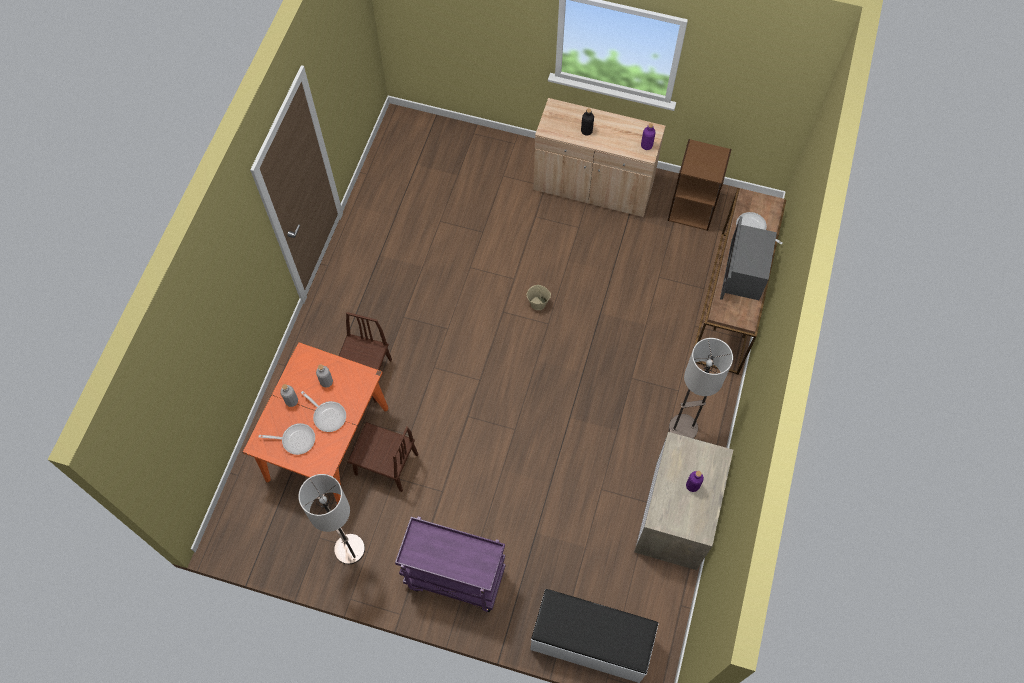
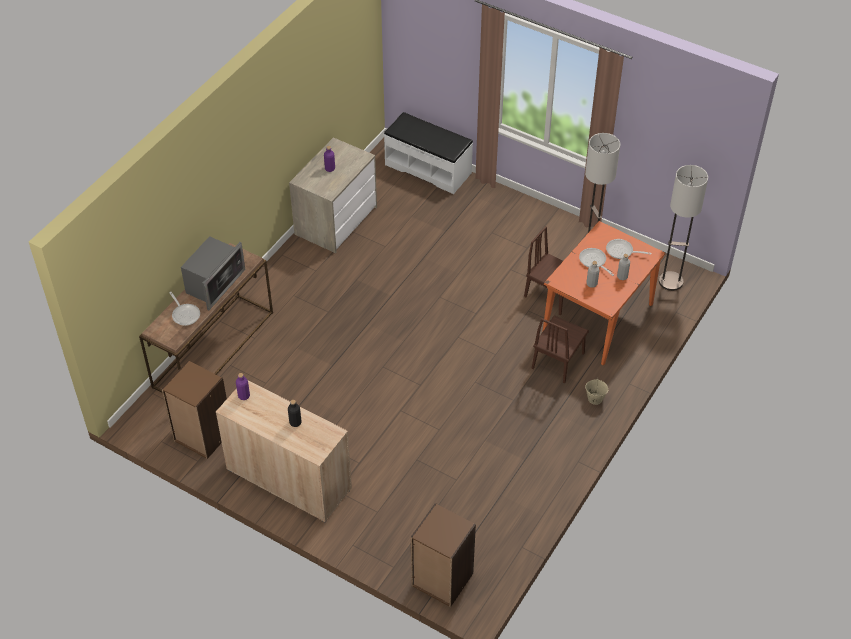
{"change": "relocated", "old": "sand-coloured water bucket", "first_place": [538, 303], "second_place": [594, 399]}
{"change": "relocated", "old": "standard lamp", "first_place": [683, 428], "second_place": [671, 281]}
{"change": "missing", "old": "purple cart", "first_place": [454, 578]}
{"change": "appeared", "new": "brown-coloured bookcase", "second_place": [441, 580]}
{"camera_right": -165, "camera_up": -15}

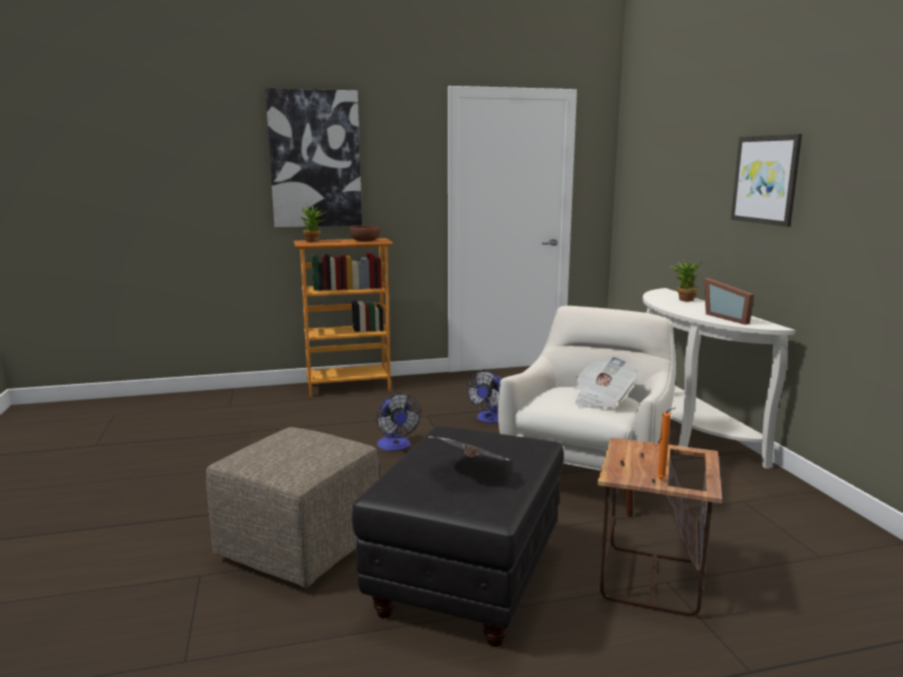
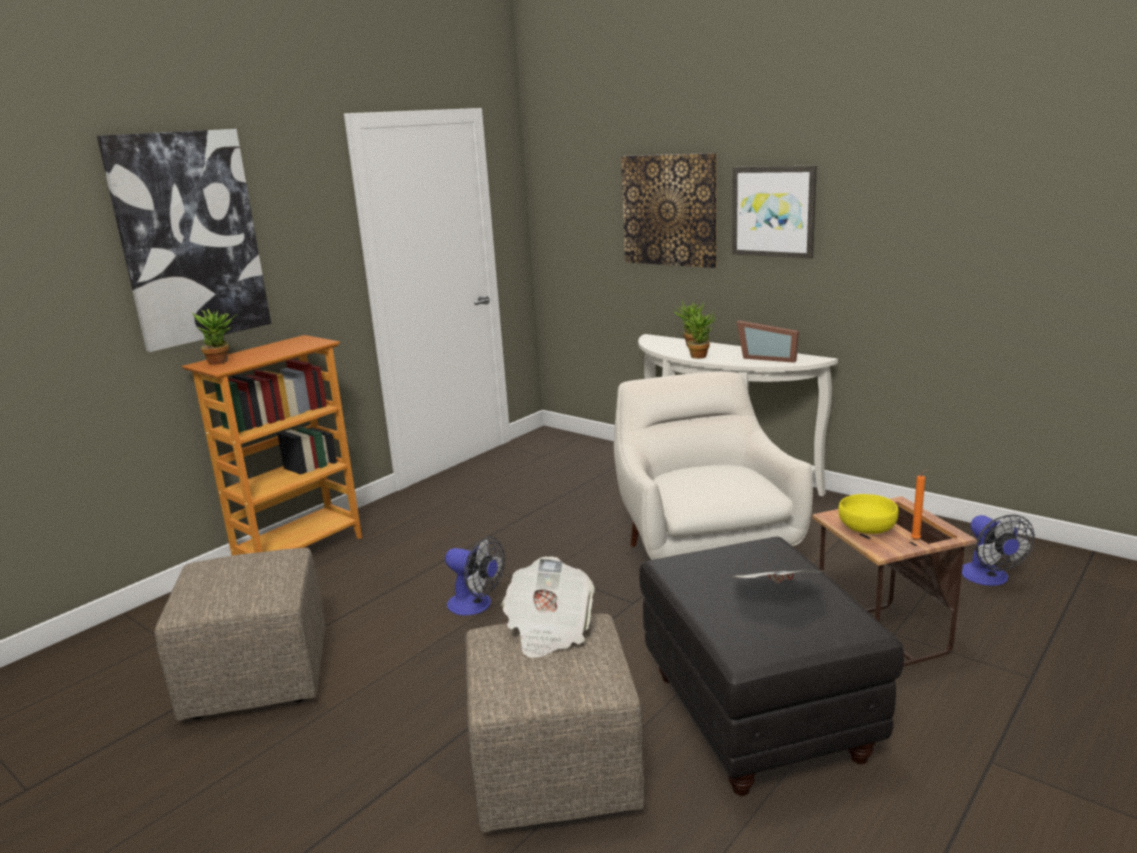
{"change": "missing", "old": "brown-coloured deep dish", "first_place": [364, 241]}
{"change": "relocated", "old": "printed paper", "first_place": [602, 400], "second_place": [549, 629]}
{"change": "relocated", "old": "electric fan", "first_place": [489, 419], "second_place": [989, 578]}
{"change": "appeared", "new": "picture", "second_place": [670, 210]}
{"change": "appeared", "new": "houseplant", "second_place": [700, 355]}
{"change": "appeared", "new": "yellow-coloured deep dish", "second_place": [867, 528]}
{"change": "appeared", "new": "sand-coloured footrest", "second_place": [257, 676]}
{"camera_right": -35, "camera_up": 5}

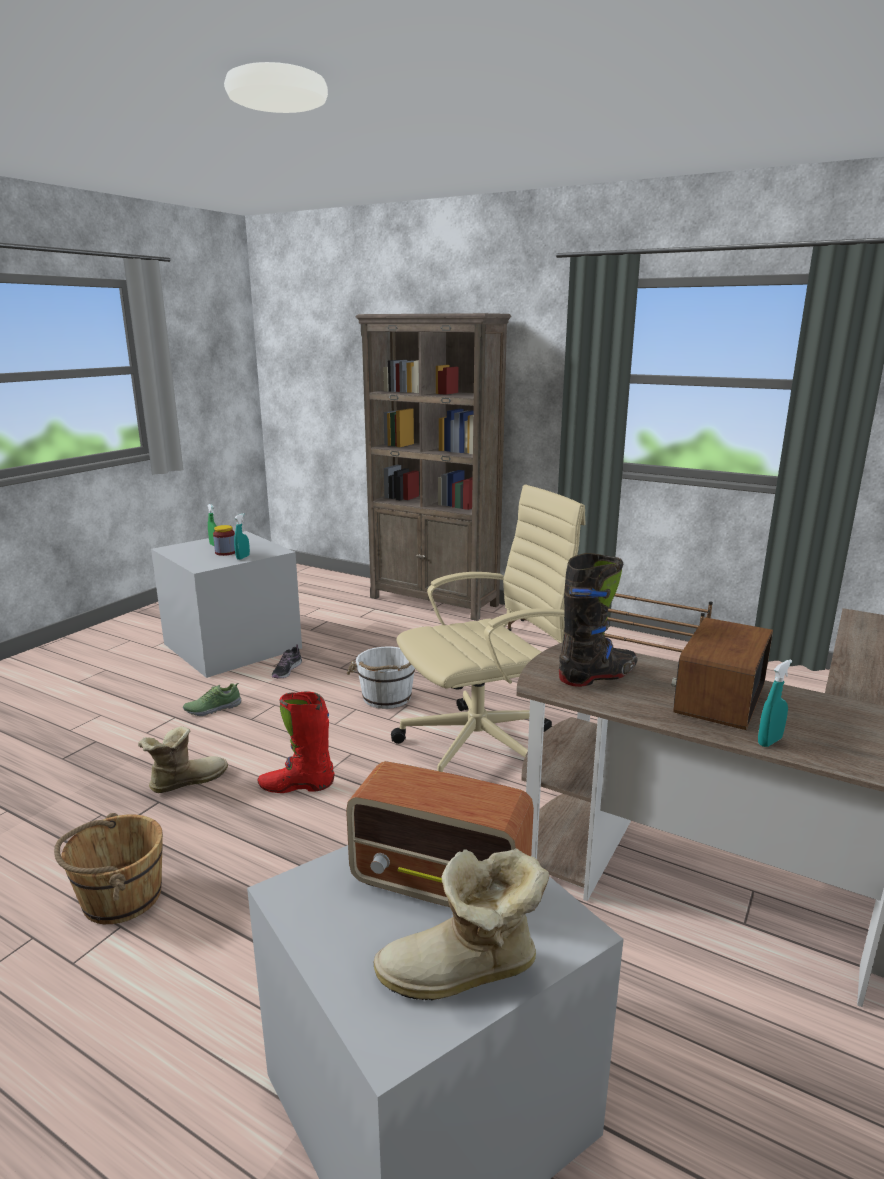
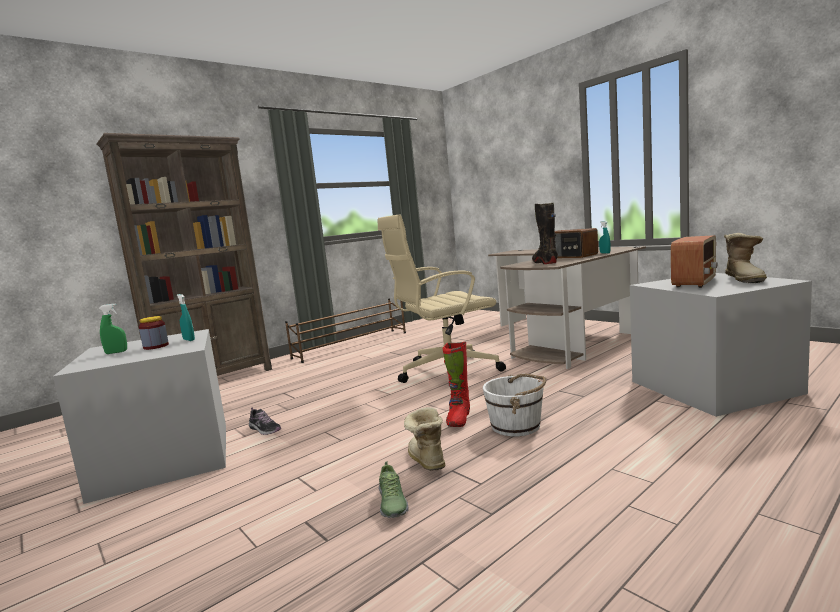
{"change": "spun", "old": "sand-coloured desk chair", "first_place": [483, 747], "second_place": [446, 372], "degrees": -105}
{"change": "relocated", "old": "white-coloured water bucket", "first_place": [387, 698], "second_place": [516, 426]}
{"change": "relocated", "old": "item of footwear", "first_place": [213, 708], "second_place": [392, 503]}
{"change": "missing", "old": "brown-coloured water bucket", "first_place": [120, 897]}
{"camera_right": -70, "camera_up": -10}

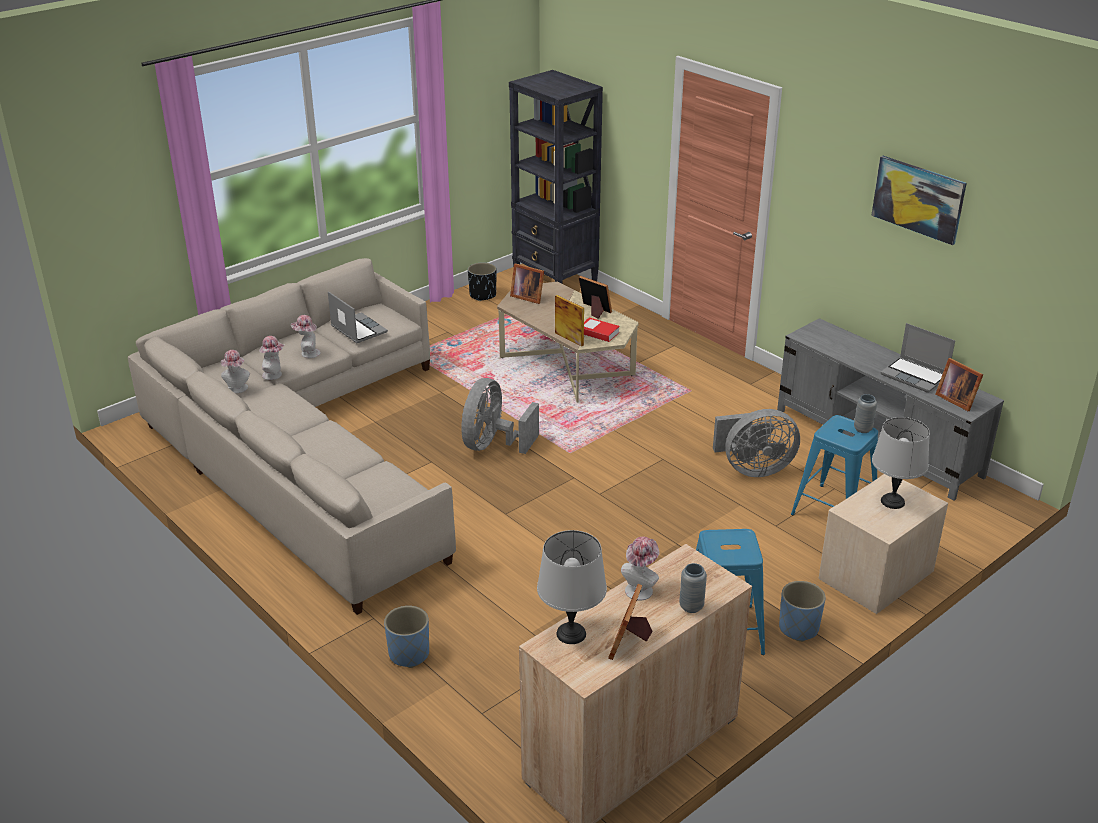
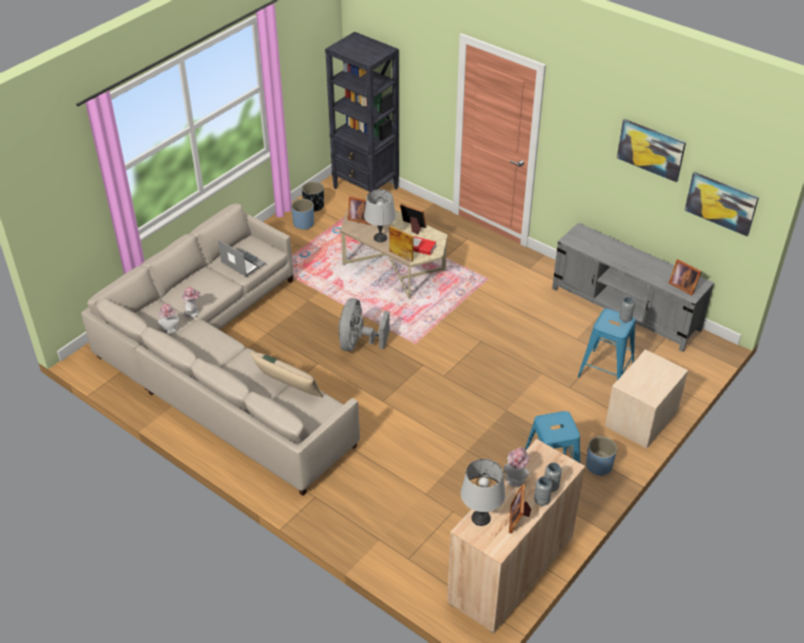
{"change": "missing", "old": "wearable hat", "first_place": [308, 353]}
{"change": "missing", "old": "laptop", "first_place": [915, 376]}
{"change": "missing", "old": "grey electric fan", "first_place": [753, 469]}
{"change": "relocated", "old": "grey lamp for a table", "first_place": [892, 502], "second_place": [380, 238]}
{"change": "relocated", "old": "bluish plant pot", "first_place": [409, 654], "second_place": [303, 224]}
{"change": "appeared", "new": "picture", "second_place": [721, 203]}
{"change": "appeared", "new": "sand-coloured pillow", "second_place": [288, 387]}
{"change": "appeared", "new": "grey decorative vase", "second_place": [541, 501]}
{"camera_right": -10, "camera_up": 10}

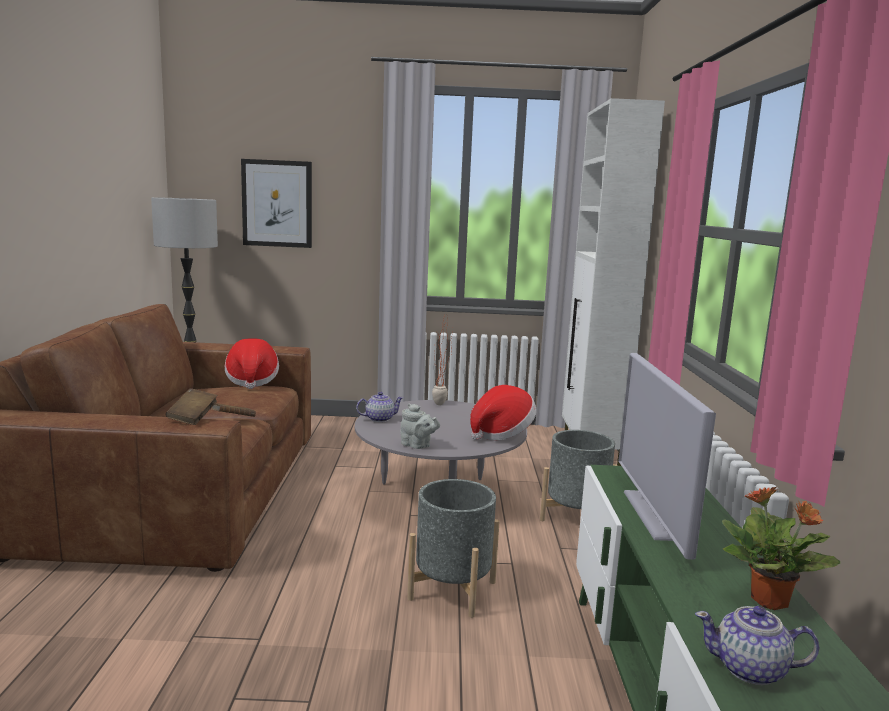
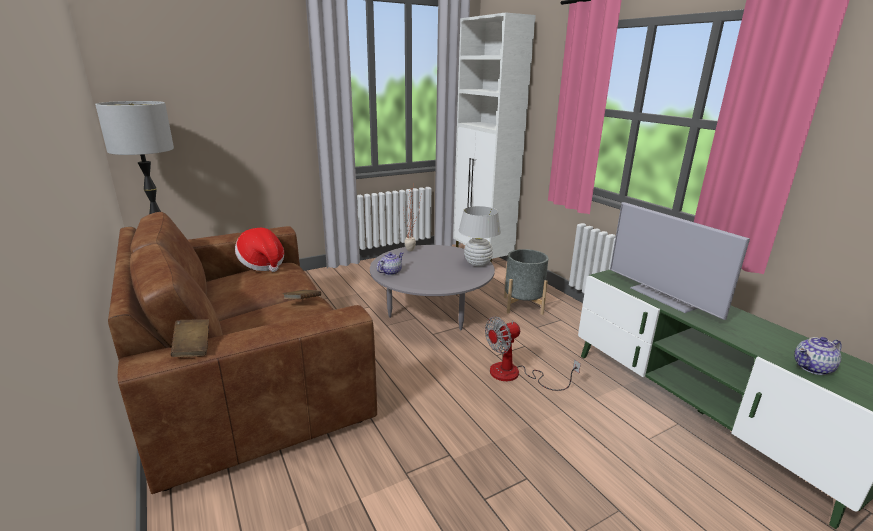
{"change": "missing", "old": "picture", "first_place": [277, 203]}
{"change": "exchanged", "old": "wearable hat", "new": "white-coloured lamp for a table", "first_place": [501, 433], "second_place": [477, 263]}
{"change": "relocated", "old": "brown-coloured book", "first_place": [193, 418], "second_place": [193, 348]}
{"change": "missing", "old": "grey pot for tea", "first_place": [417, 445]}
{"change": "exchanged", "old": "grey plant pot", "new": "electric fan", "first_place": [452, 590], "second_place": [515, 375]}
{"change": "missing", "old": "houseplant", "first_place": [770, 601]}
{"camera_right": -30, "camera_up": 10}

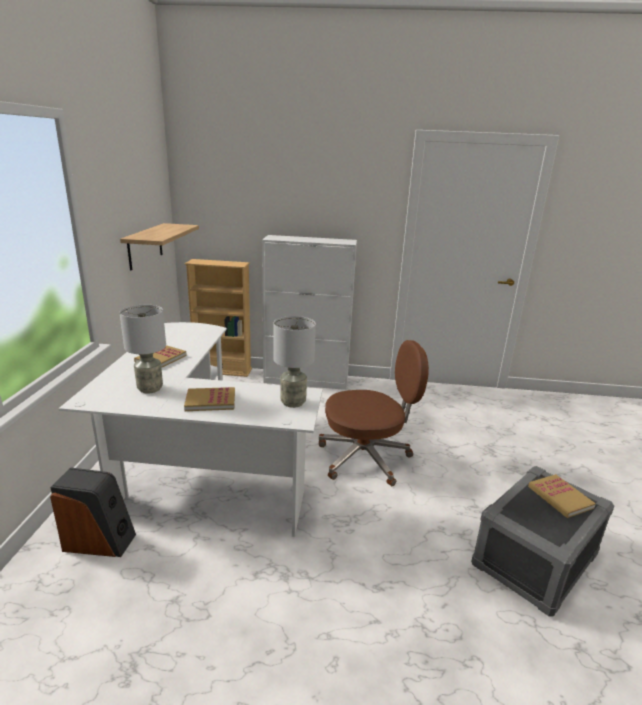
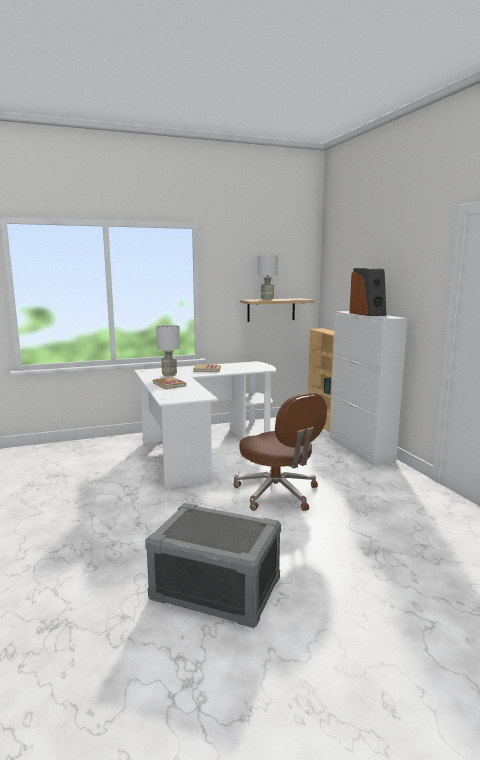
{"change": "relocated", "old": "grey lamp for a table", "first_place": [293, 402], "second_place": [267, 299]}
{"change": "relocated", "old": "audio speaker", "first_place": [100, 541], "second_place": [368, 314]}
{"change": "missing", "old": "book", "first_place": [560, 497]}
{"camera_right": 65, "camera_up": -10}

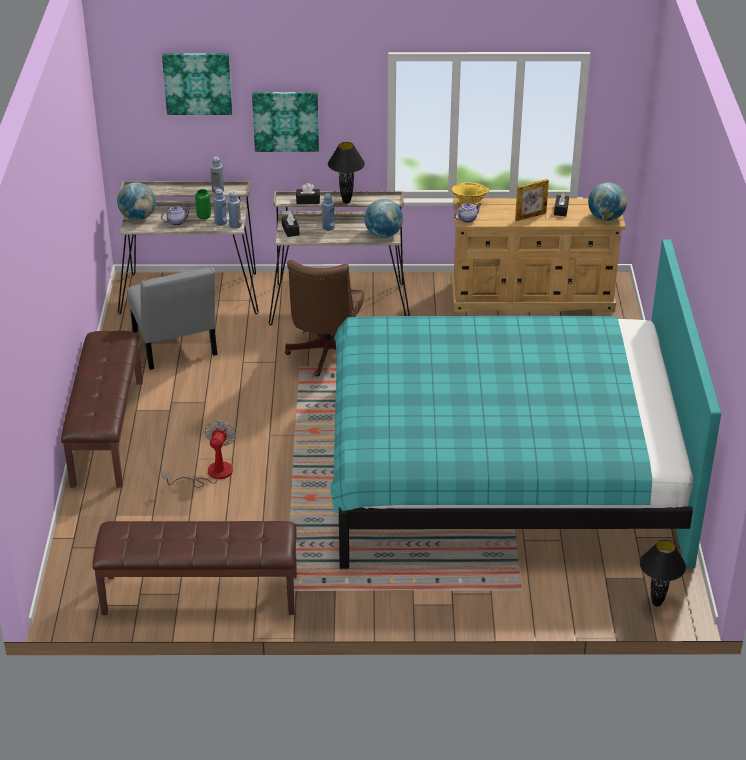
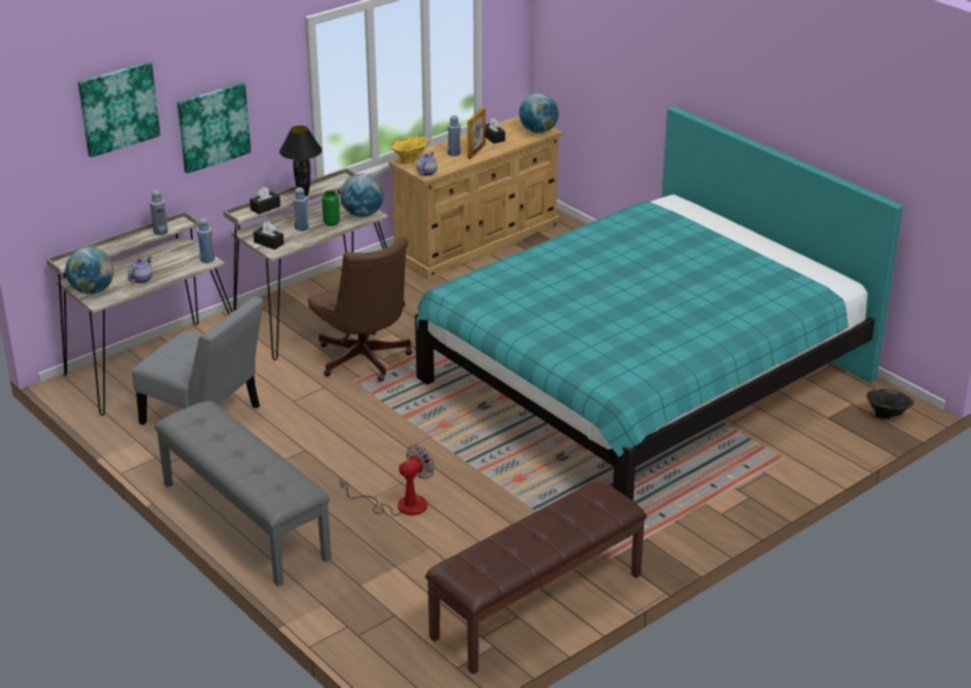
{"change": "relocated", "old": "green decorative vase", "first_place": [204, 216], "second_place": [331, 223]}
{"change": "relocated", "old": "bluish drink bottle", "first_place": [221, 222], "second_place": [454, 153]}
{"change": "colour", "old": "brown-coloured indoor bench", "new": "grey indoor bench", "first_place": [106, 432], "second_place": [243, 521]}
{"change": "spun", "old": "electric fan", "first_place": [211, 474], "second_place": [400, 505], "degrees": 75}
{"change": "exchanged", "old": "black lamp for a table", "new": "black decorative vase", "first_place": [656, 603], "second_place": [886, 417]}
{"camera_right": -40, "camera_up": -5}

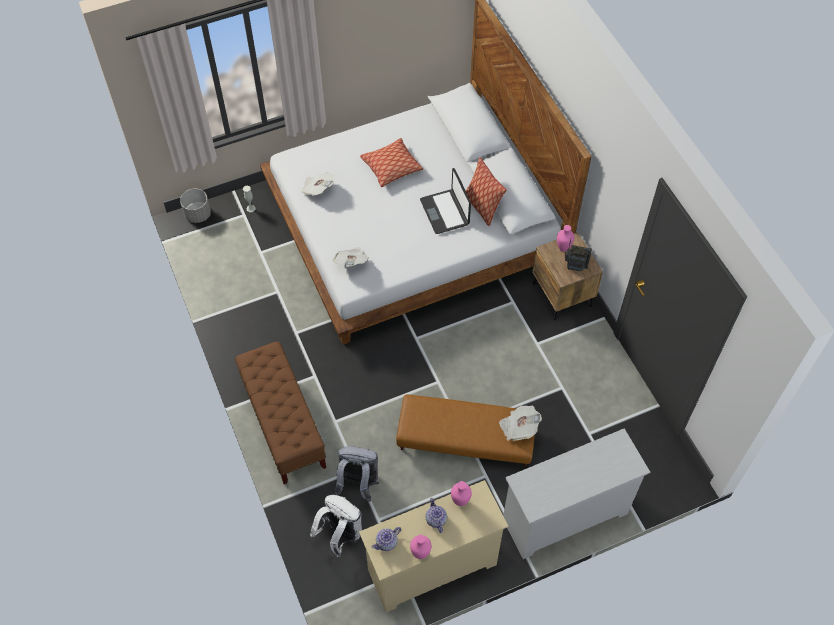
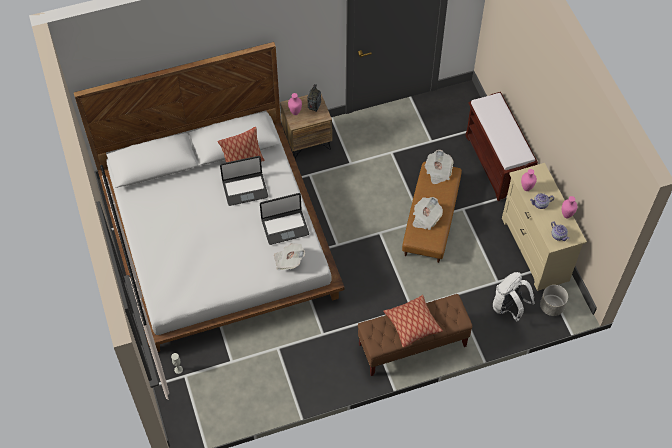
{"change": "relocated", "old": "pillow", "first_place": [391, 167], "second_place": [412, 324]}
{"change": "relocated", "old": "printed paper", "first_place": [318, 189], "second_place": [425, 218]}
{"change": "relocated", "old": "grey plant pot", "first_place": [198, 214], "second_place": [551, 306]}
{"change": "exchanged", "old": "white-coloured dresser", "new": "brown-coloured indoor bench", "first_place": [564, 516], "second_place": [496, 164]}
{"change": "missing", "old": "grey backpack", "first_place": [358, 483]}
{"change": "appeared", "new": "laptop", "second_place": [285, 227]}
{"camera_right": -85, "camera_up": 0}

